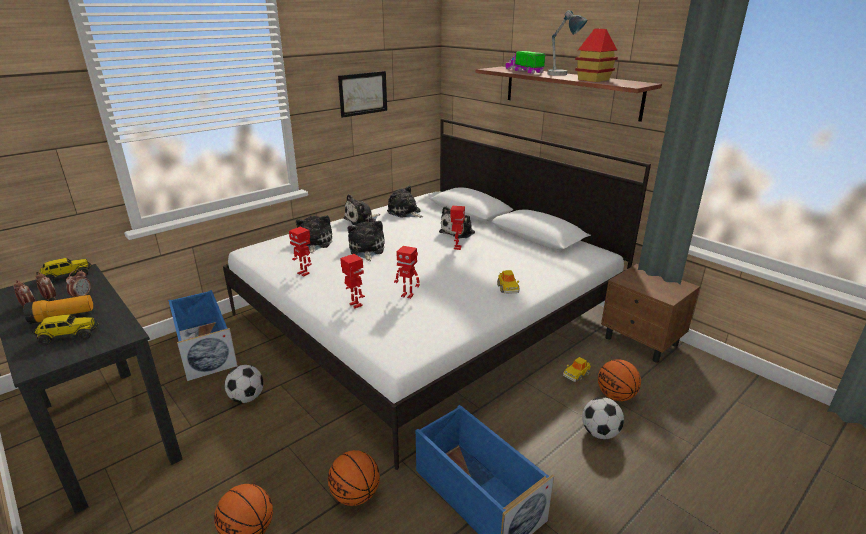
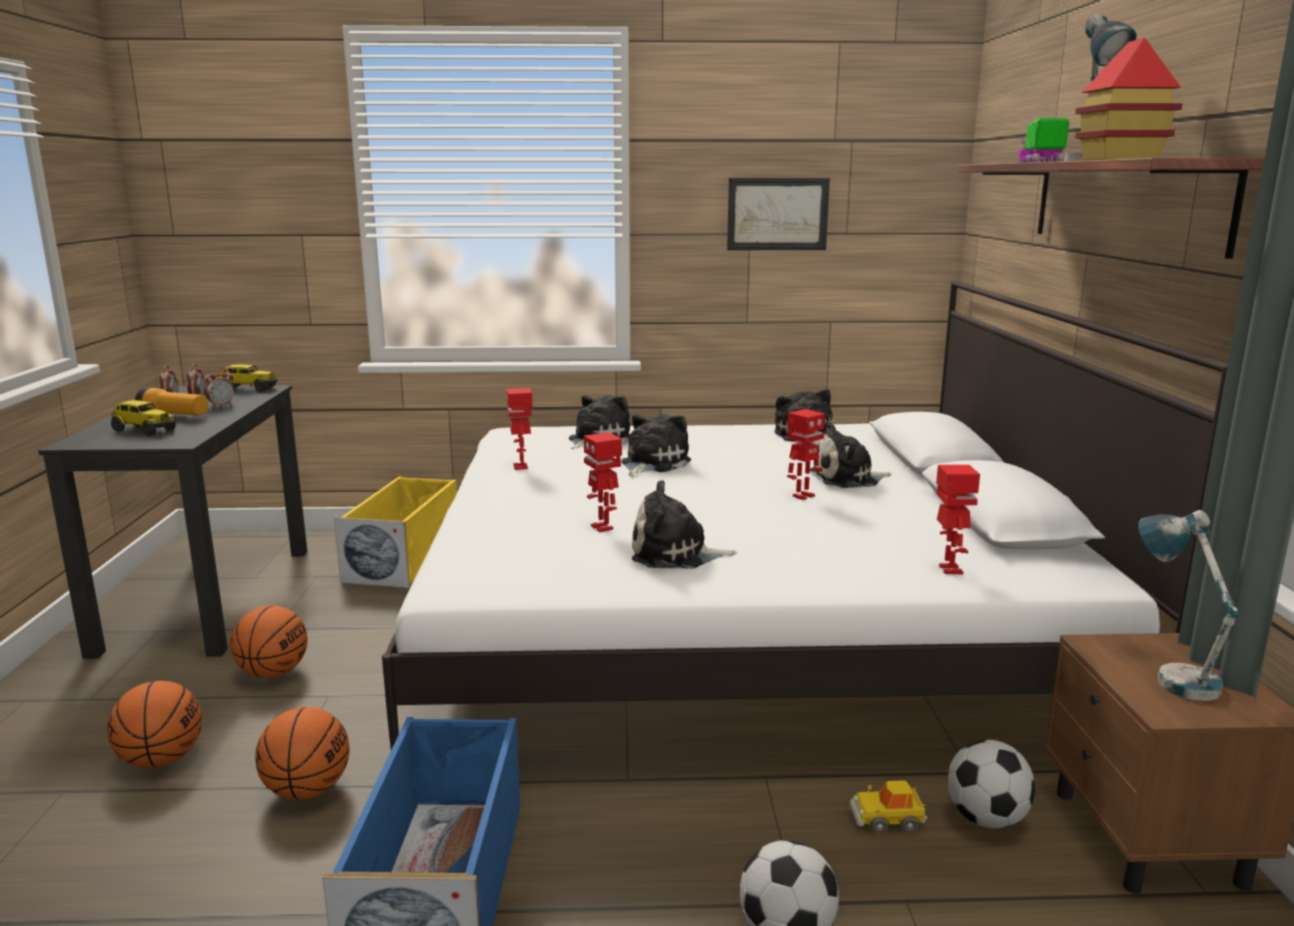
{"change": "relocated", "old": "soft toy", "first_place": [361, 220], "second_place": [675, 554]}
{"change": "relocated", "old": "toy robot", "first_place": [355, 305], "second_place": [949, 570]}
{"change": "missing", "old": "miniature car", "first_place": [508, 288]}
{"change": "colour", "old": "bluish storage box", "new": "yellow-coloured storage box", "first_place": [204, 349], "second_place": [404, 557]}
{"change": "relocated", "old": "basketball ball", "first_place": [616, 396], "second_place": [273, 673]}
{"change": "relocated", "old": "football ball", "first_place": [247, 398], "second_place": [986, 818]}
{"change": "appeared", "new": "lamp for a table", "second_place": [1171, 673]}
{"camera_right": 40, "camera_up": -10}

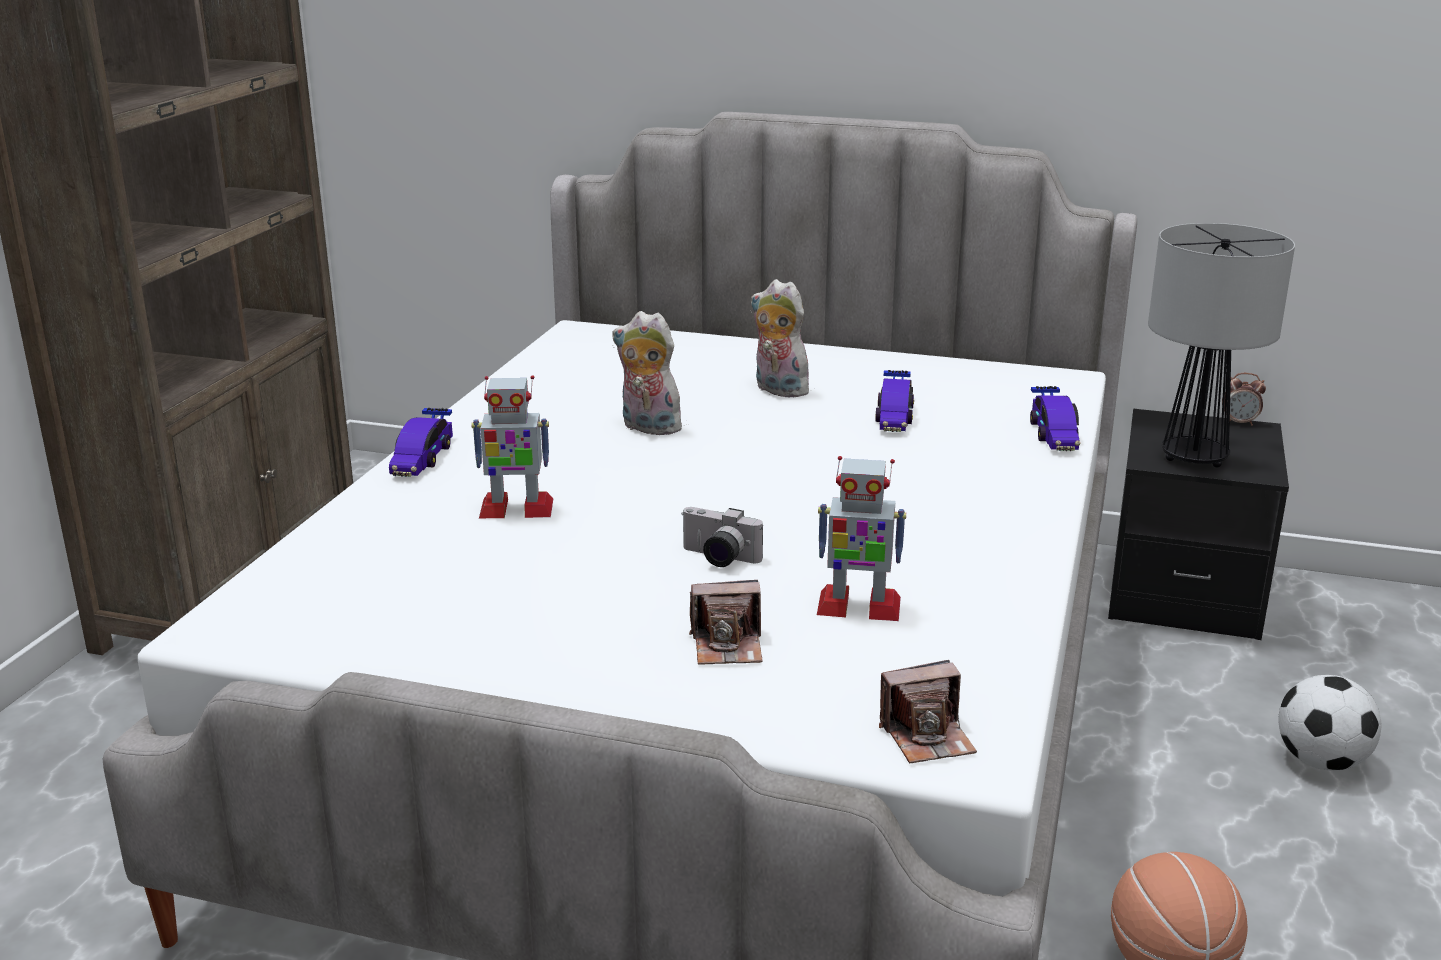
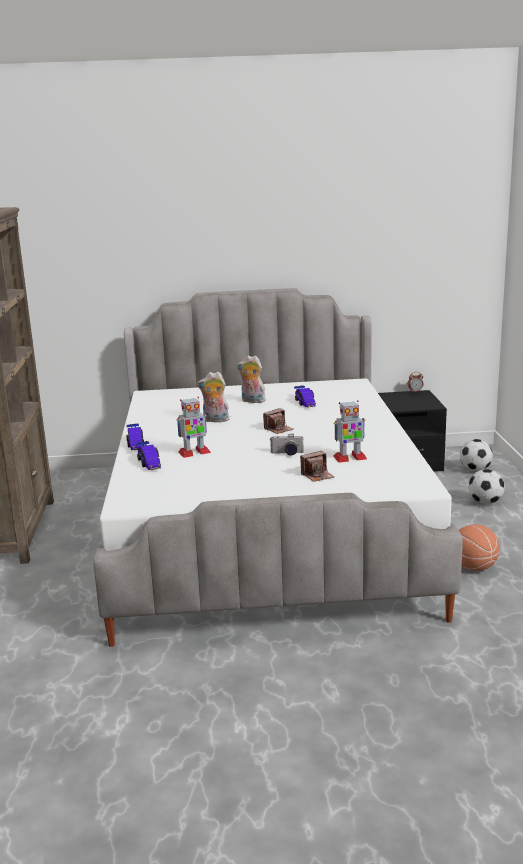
{"change": "missing", "old": "lamp for a table", "first_place": [1195, 458]}
{"change": "relocated", "old": "miniature car", "first_place": [1054, 433], "second_place": [149, 462]}
{"change": "relocated", "old": "photo camera", "first_place": [927, 737], "second_place": [278, 429]}
{"change": "appeared", "new": "football ball", "second_place": [475, 469]}
{"camera_right": -20, "camera_up": -5}

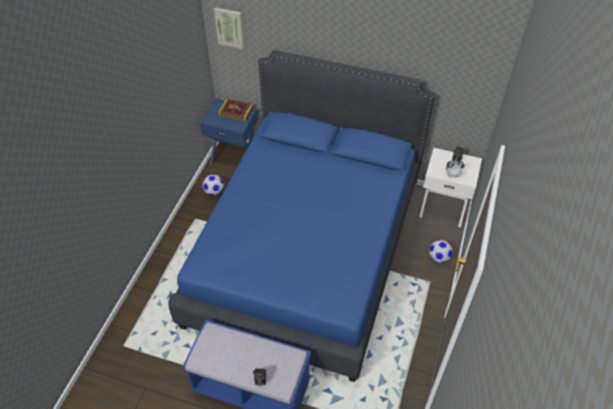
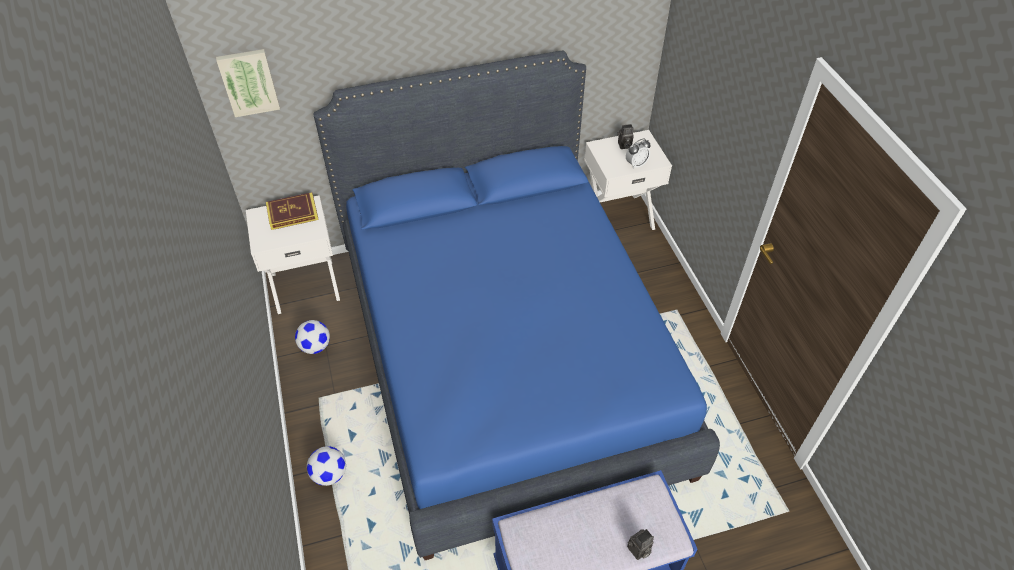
{"change": "colour", "old": "bluish night table", "new": "white-coloured night table", "first_place": [234, 156], "second_place": [305, 285]}
{"change": "relocated", "old": "football ball", "first_place": [439, 257], "second_place": [329, 474]}
{"camera_right": -35, "camera_up": 0}

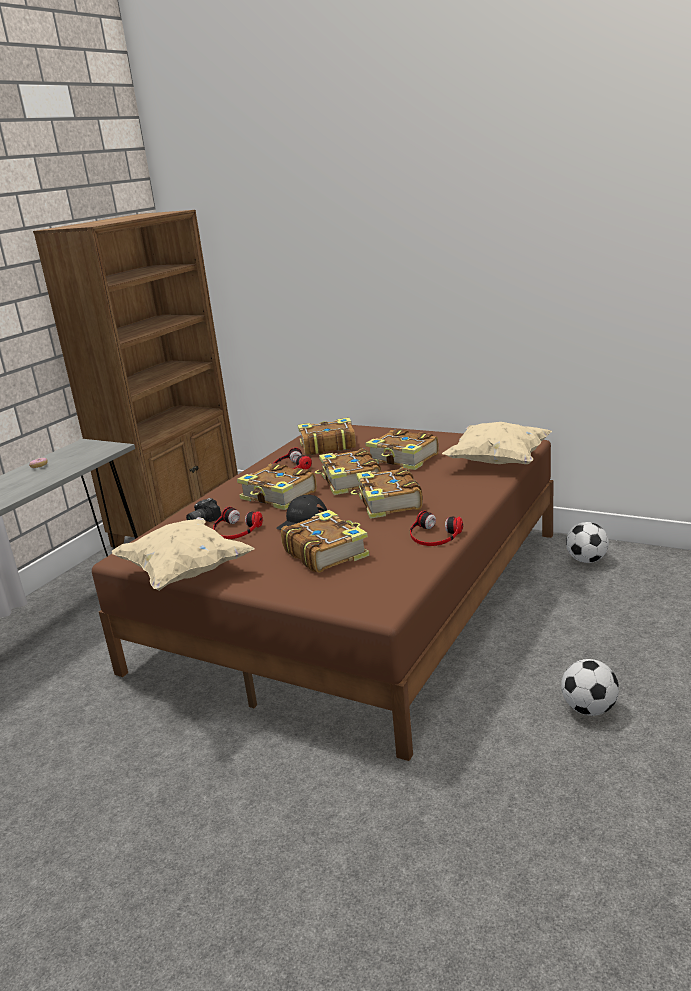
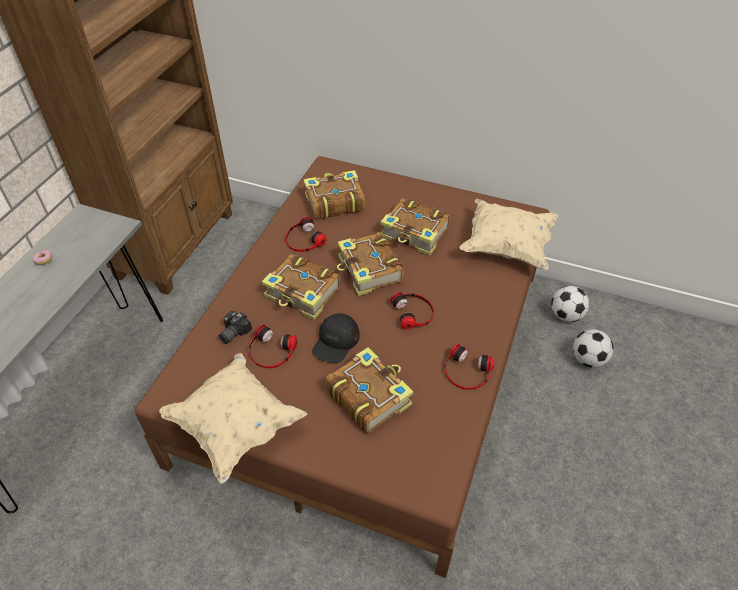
{"change": "exchanged", "old": "book", "new": "pair of headphones", "first_place": [388, 503], "second_place": [413, 313]}
{"change": "relocated", "old": "football ball", "first_place": [589, 709], "second_place": [588, 359]}
{"camera_right": -10, "camera_up": 25}

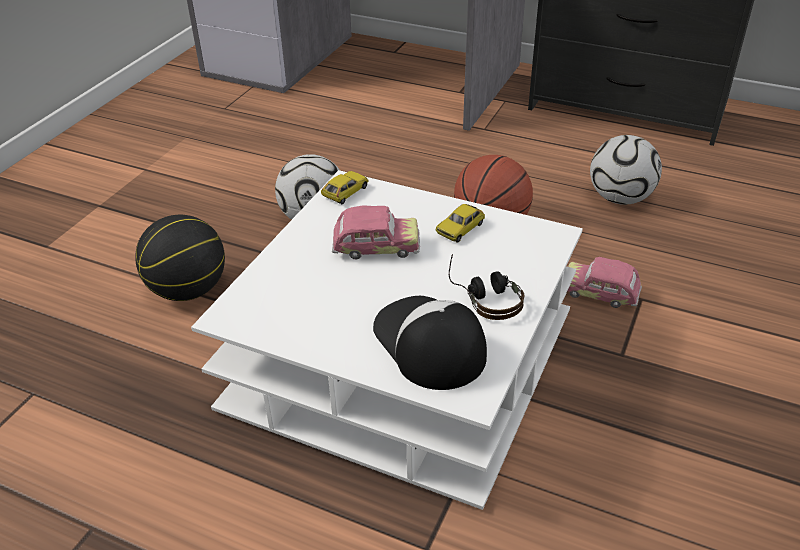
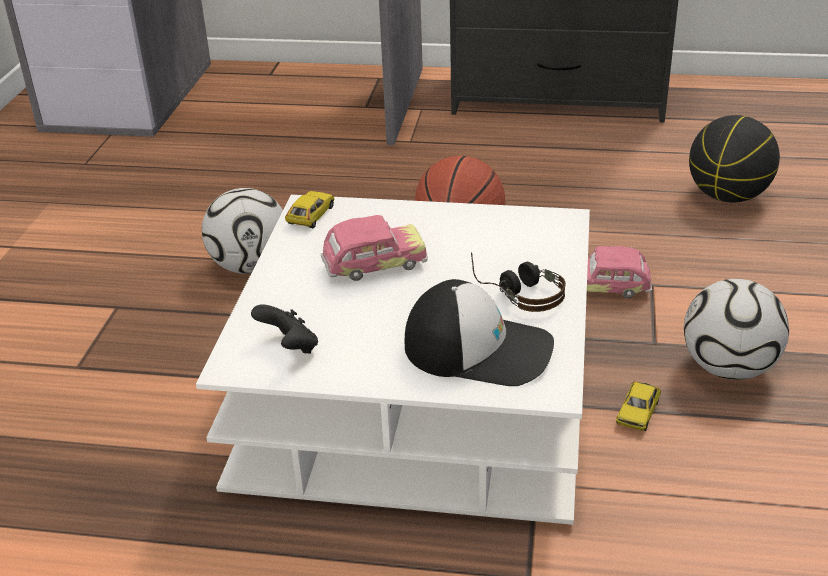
{"change": "relocated", "old": "football ball", "first_place": [619, 198], "second_place": [728, 367]}
{"change": "relocated", "old": "miniature car", "first_place": [459, 229], "second_place": [637, 412]}
{"change": "relocated", "old": "basketball ball", "first_place": [189, 290], "second_place": [728, 196]}
{"change": "spun", "old": "baseball cap", "first_place": [428, 343], "second_place": [479, 348], "degrees": 150}
{"change": "appeared", "new": "black gamepad", "second_place": [290, 347]}
{"camera_right": -15, "camera_up": -5}

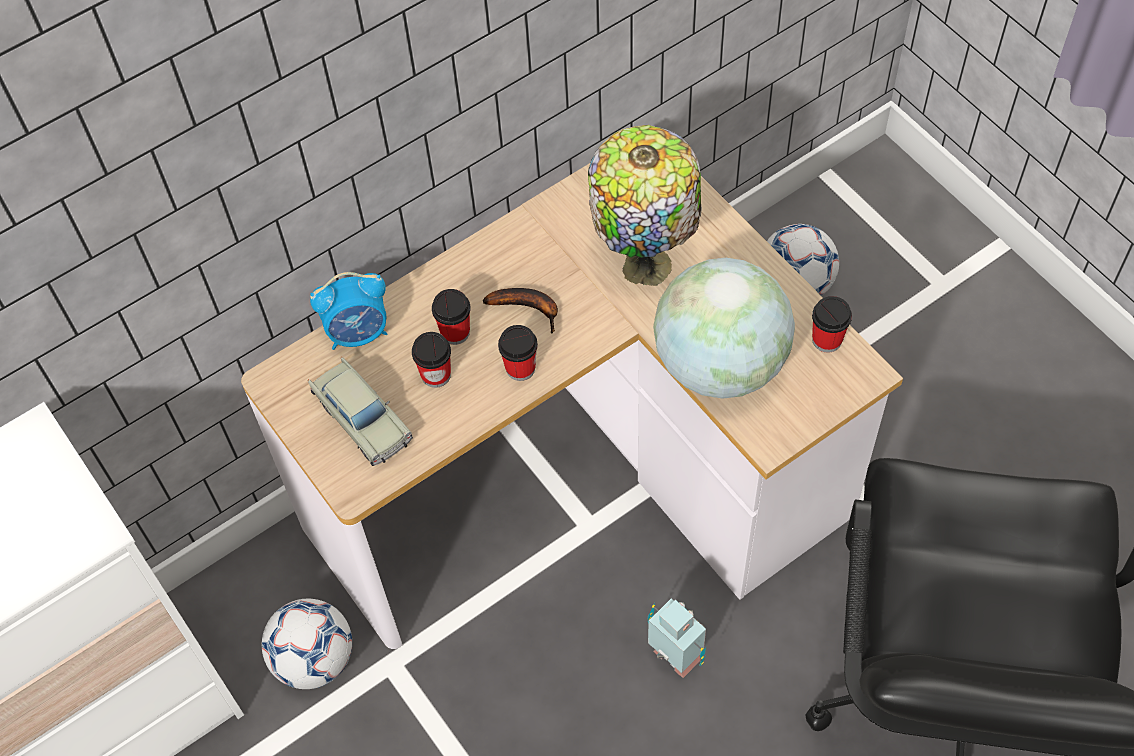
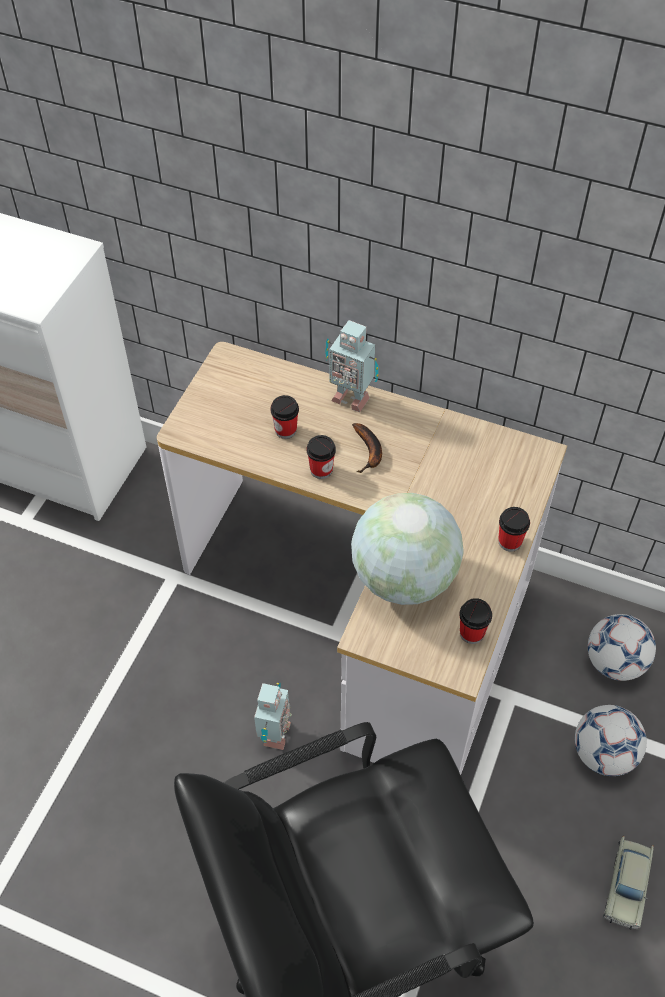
{"change": "missing", "old": "lamp for a table", "first_place": [645, 262]}
{"change": "missing", "old": "alarm clock", "first_place": [358, 332]}
{"change": "relocated", "old": "small cup", "first_place": [455, 332], "second_place": [509, 541]}
{"change": "relocated", "old": "sand-coloured miniature car", "first_place": [362, 418], "second_place": [627, 886]}
{"change": "relocated", "old": "football ball", "first_place": [314, 659], "second_place": [603, 754]}
{"change": "appeared", "new": "toy robot", "second_place": [350, 397]}
{"camera_right": 55, "camera_up": -5}

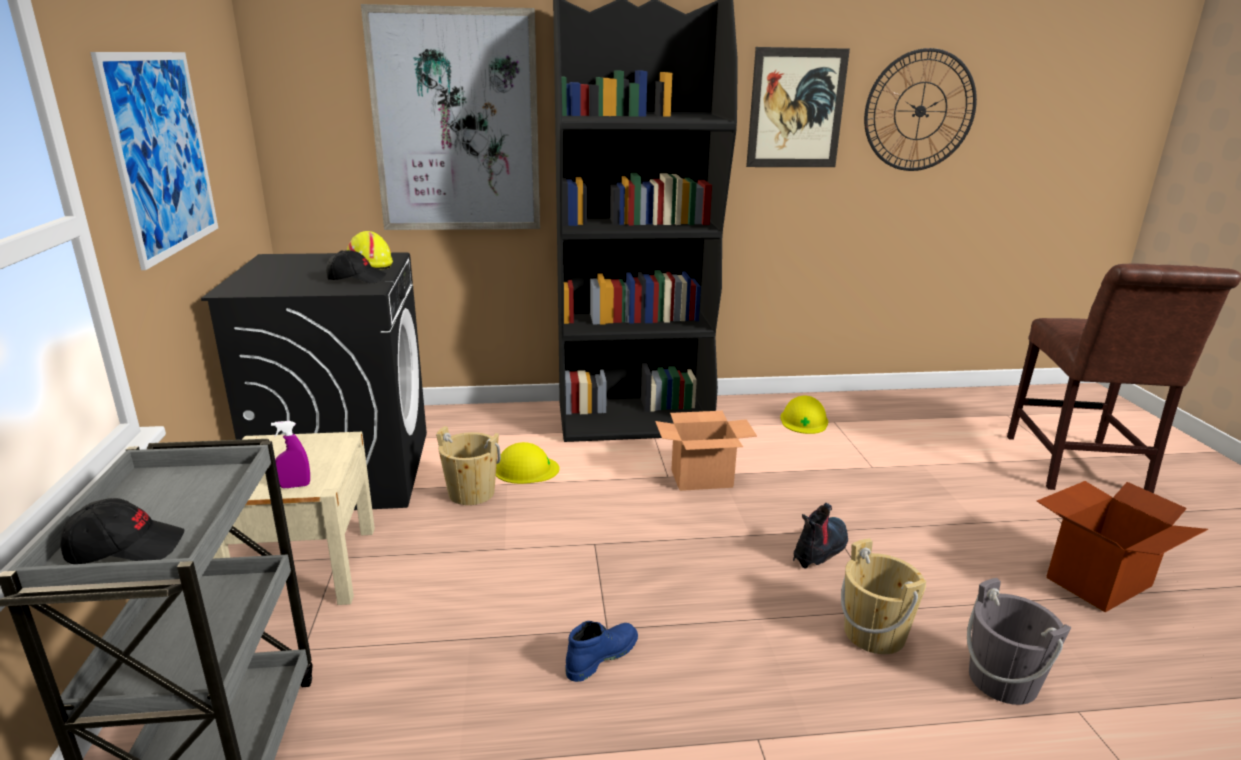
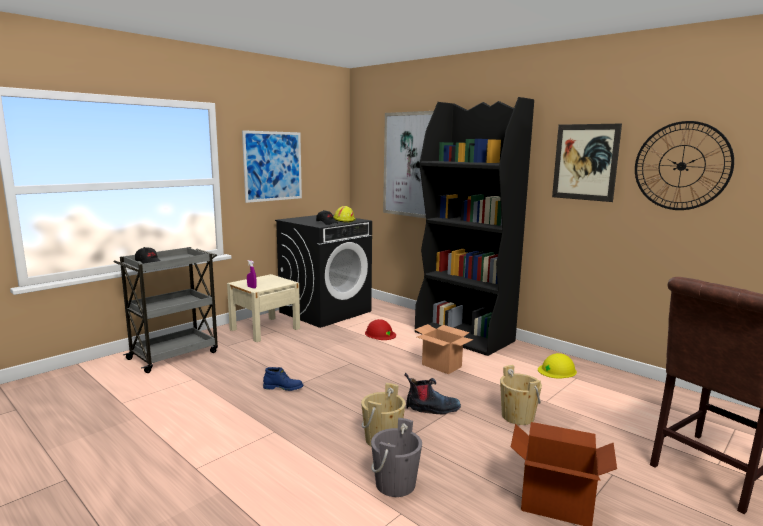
{"change": "relocated", "old": "sand-coloured water bucket", "first_place": [471, 493], "second_place": [517, 416]}
{"change": "colour", "old": "yellow-coloured hard hat", "new": "red hard hat", "first_place": [526, 469], "second_place": [380, 334]}
{"camera_right": 50, "camera_up": -10}

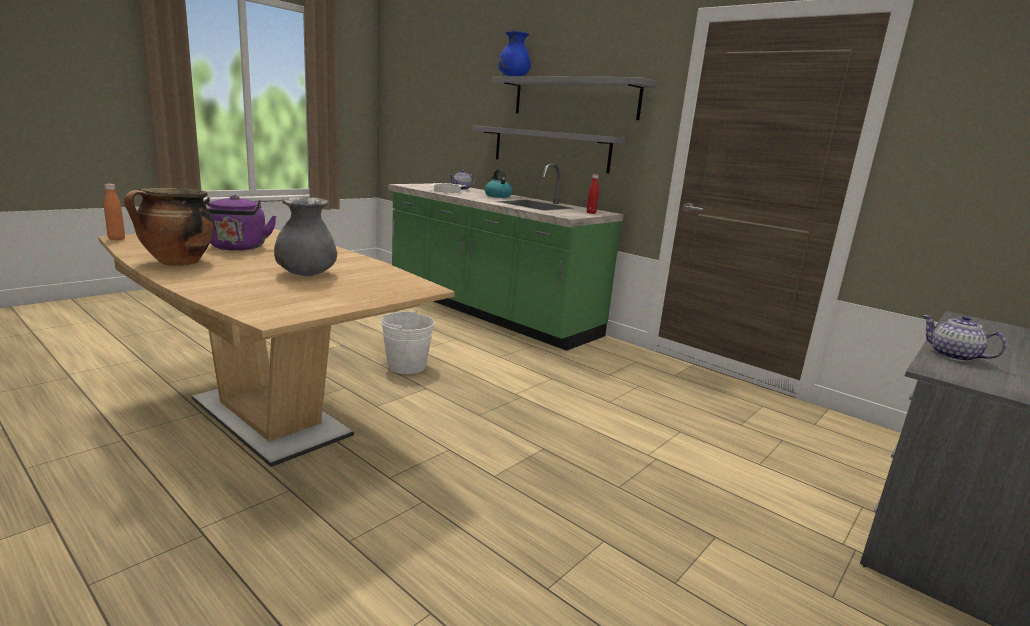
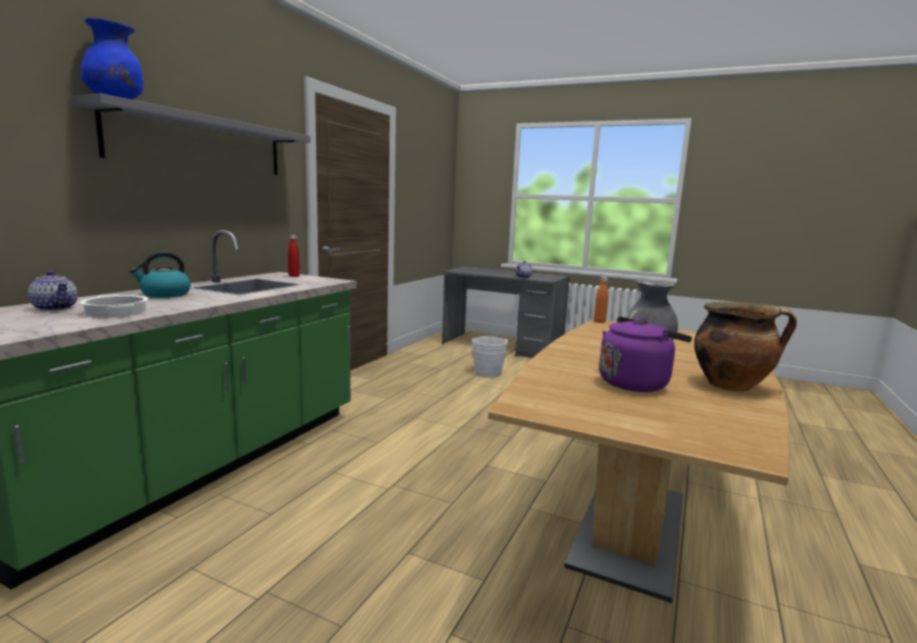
{"change": "missing", "old": "grey shelf", "first_place": [550, 148]}
{"change": "relocated", "old": "orange drink bottle", "first_place": [116, 239], "second_place": [599, 322]}
{"change": "relocated", "old": "white-coloured water bucket", "first_place": [406, 366], "second_place": [488, 373]}
{"camera_right": -105, "camera_up": -5}

